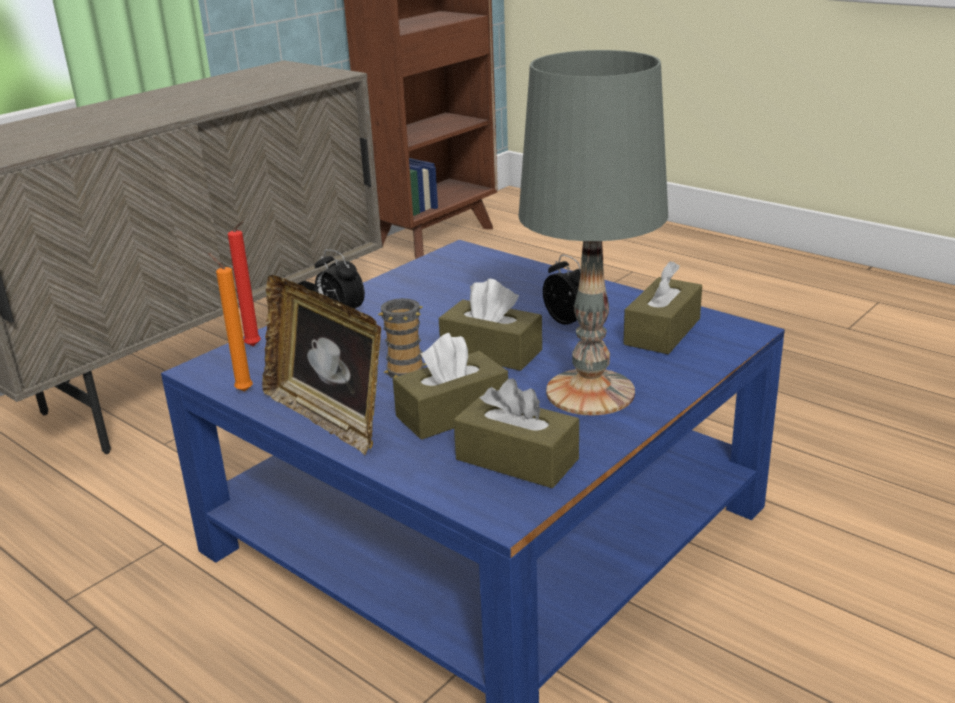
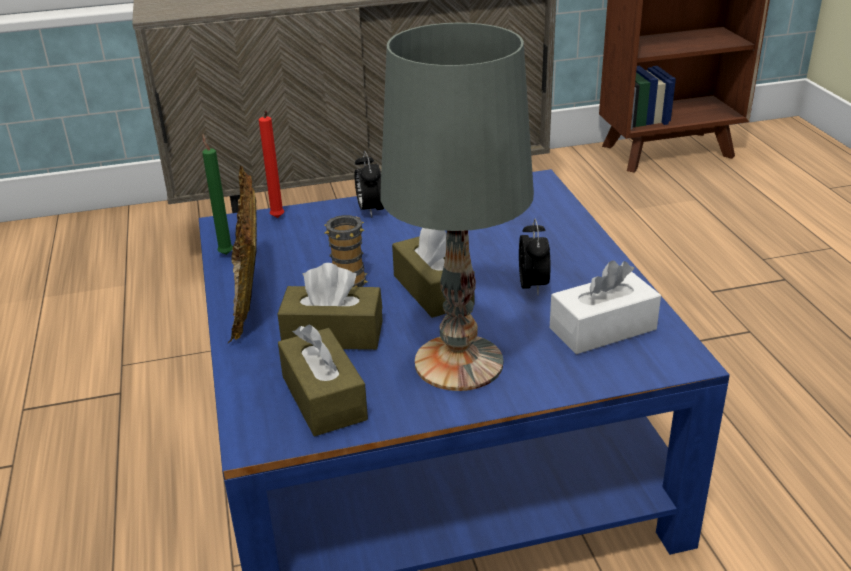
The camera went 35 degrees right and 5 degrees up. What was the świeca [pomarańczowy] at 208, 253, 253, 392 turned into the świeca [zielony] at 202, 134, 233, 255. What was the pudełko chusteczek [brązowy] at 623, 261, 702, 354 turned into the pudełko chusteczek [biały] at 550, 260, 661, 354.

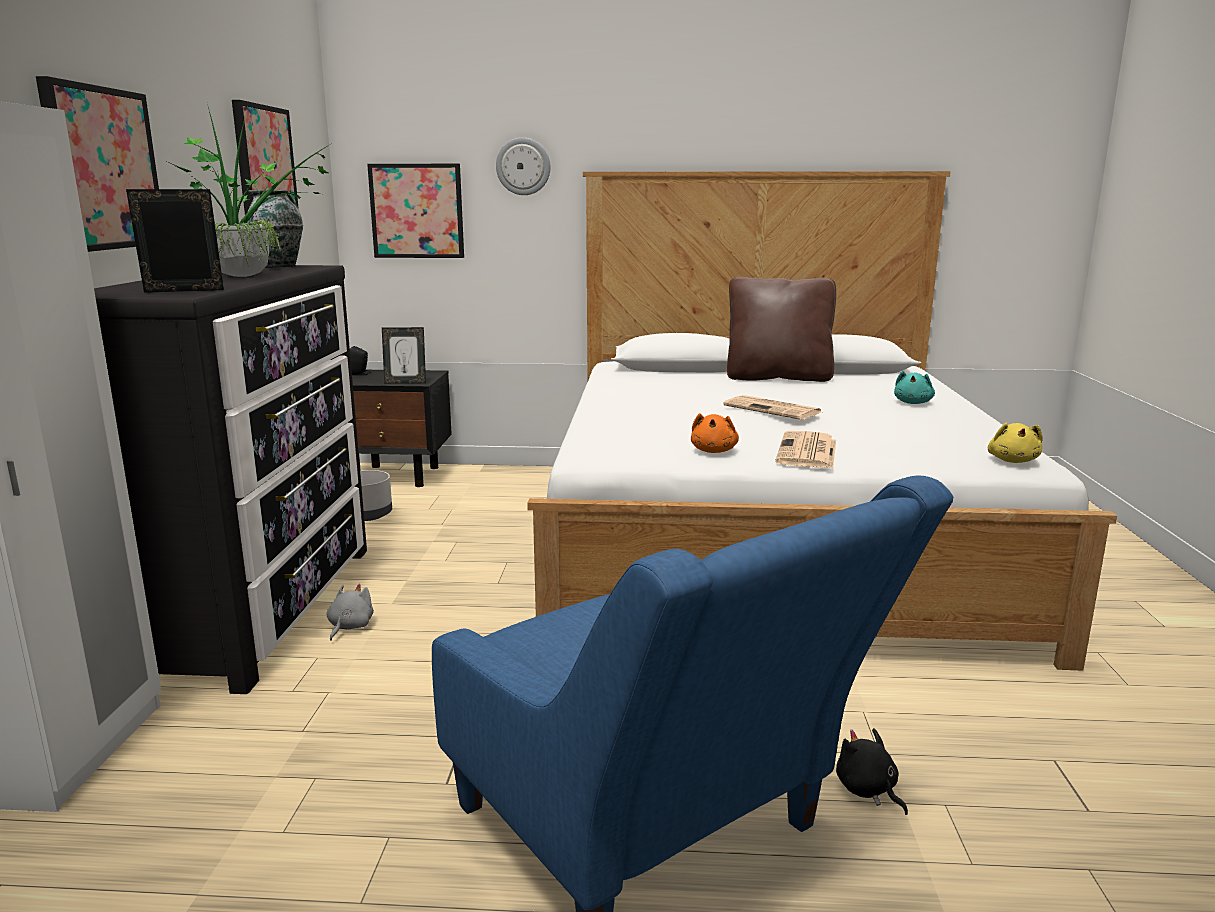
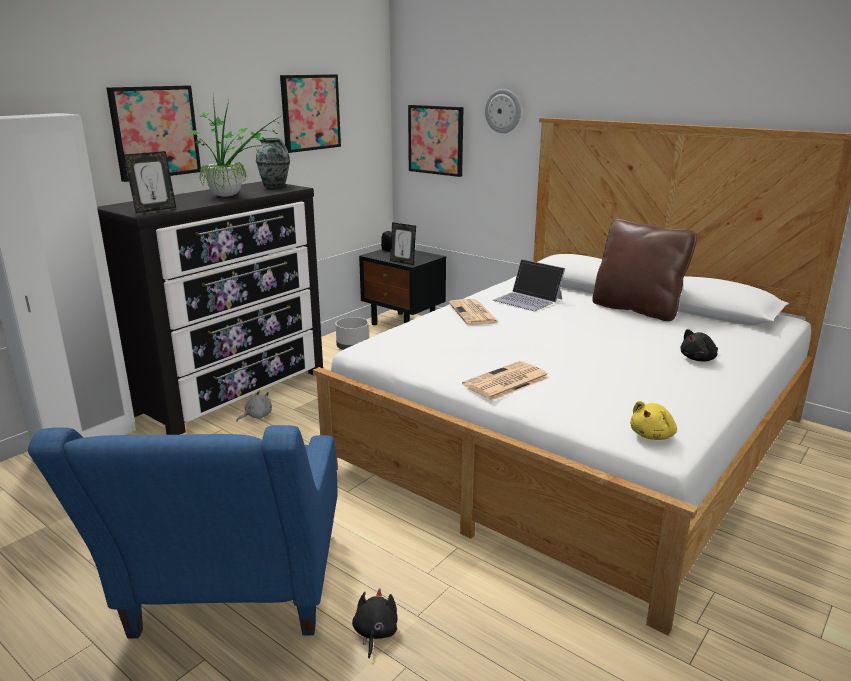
The camera went 35 degrees right and 5 degrees up. The ramka na zdjęcie at 126, 189, 224, 293 ended up facing another way, 120 degrees clockwise from before. The second view lost the pluszak [pomarańczowy] at 691, 413, 739, 453. The gazeta ended up elsewhere, having gone from 723, 395, 821, 420 to 449, 299, 498, 325. What was the pluszak [turkusowy] at 894, 371, 935, 404 turned into the pluszak [czarny] at 681, 329, 718, 361. The second view gained the laptop at 493, 259, 565, 311.

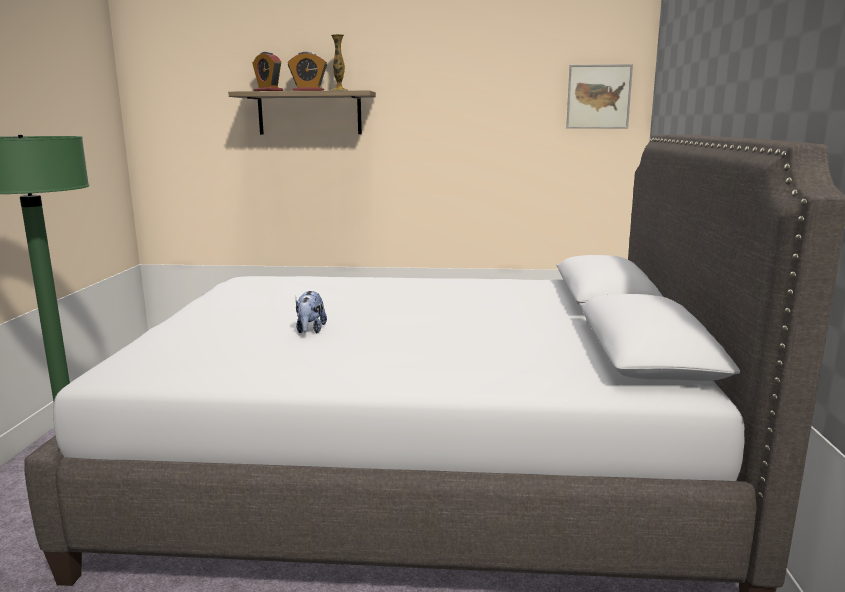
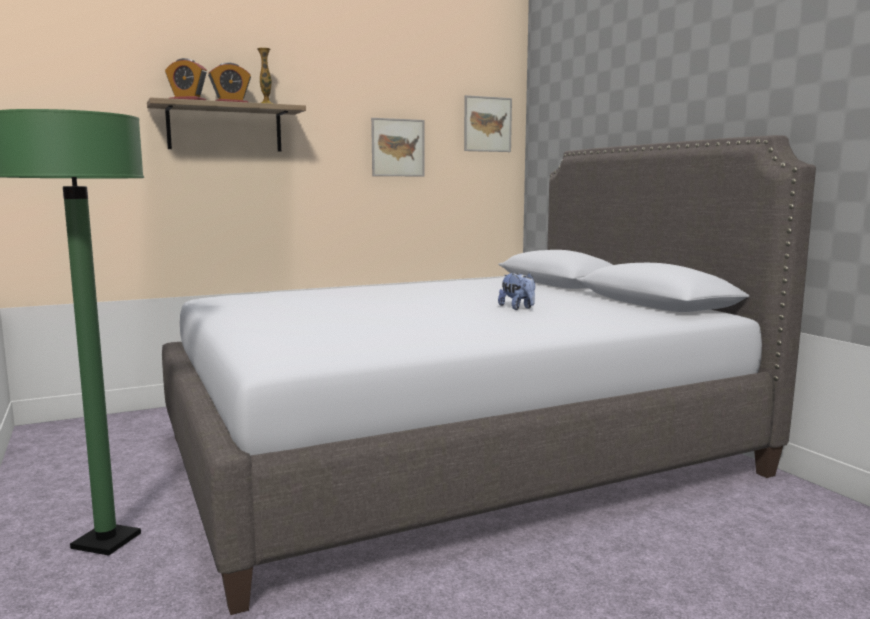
The camera went 30 degrees left and 5 degrees down. The pluszak ended up elsewhere, having gone from 296, 291, 327, 333 to 498, 272, 535, 310. The second view gained the obraz at 371, 118, 425, 176.

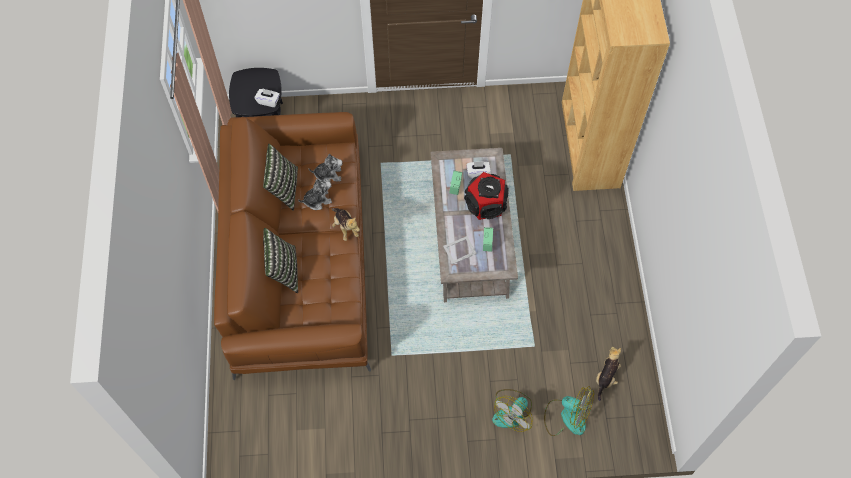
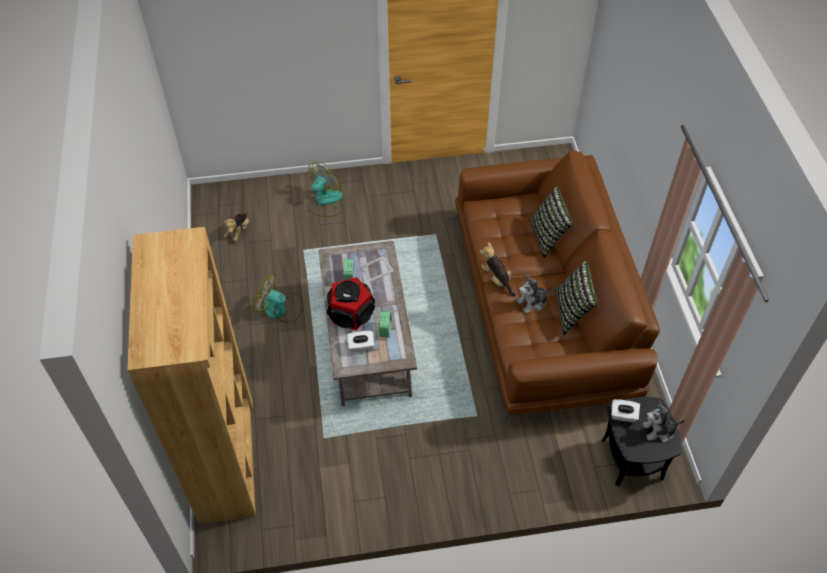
The camera went 175 degrees right and 10 degrees down. The pluszak ended up elsewhere, having gone from 309, 154, 342, 182 to 642, 400, 685, 442. The wentylator ended up elsewhere, having gone from 544, 386, 594, 436 to 254, 274, 303, 322.

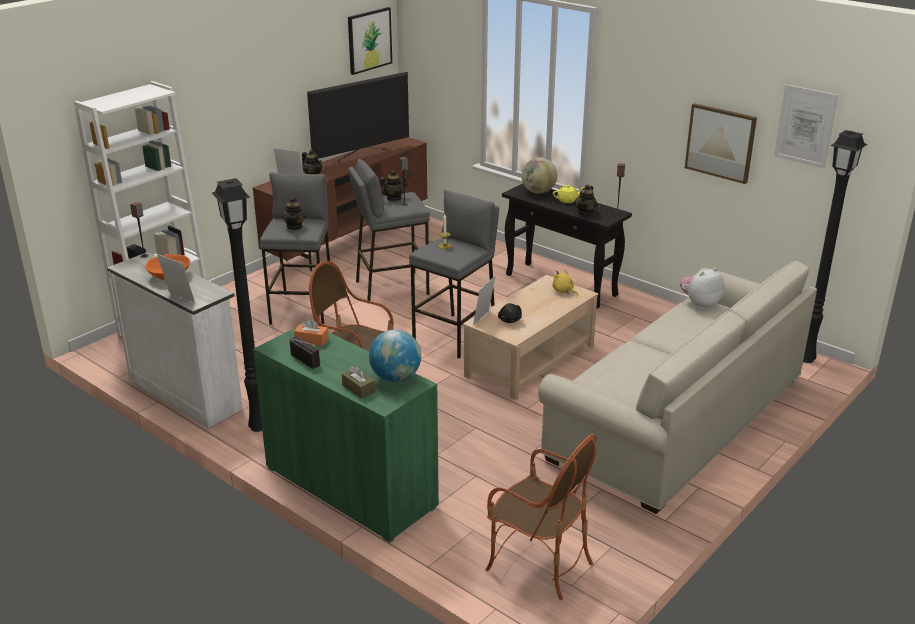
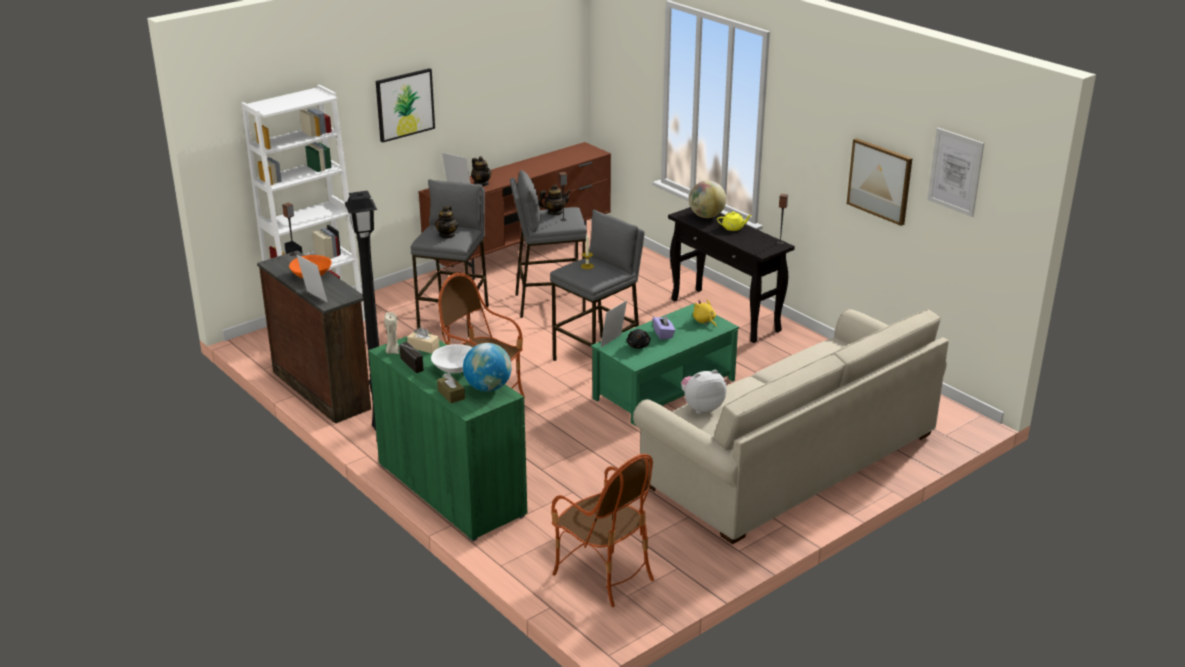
The camera went 10 degrees right and 0 degrees up. What was the komoda [biały] at 107, 252, 243, 428 turned into the komoda [brązowy] at 257, 250, 371, 424. What was the pudełko chusteczek [pomarańczowy] at 294, 318, 329, 346 turned into the pudełko chusteczek [beżowy] at 407, 326, 440, 353. The second view lost the telewizor at 307, 72, 409, 164. The obraz ended up elsewhere, having gone from 348, 7, 392, 75 to 376, 68, 435, 143. What was the ława [beżowy] at 463, 275, 598, 400 turned into the ława [zielony] at 591, 303, 739, 426. The second view lost the imbryk at 575, 184, 597, 216. The pluszak ended up elsewhere, having gone from 680, 268, 724, 309 to 681, 370, 727, 414. The second view lost the lampa stojąca [czarny] at 803, 130, 867, 363. The second view gained the świeca [beżowy] at 384, 312, 400, 354. The second view gained the miska [biały] at 431, 344, 472, 373. The second view gained the pudełko chusteczek [fioletowy] at 652, 314, 675, 340.

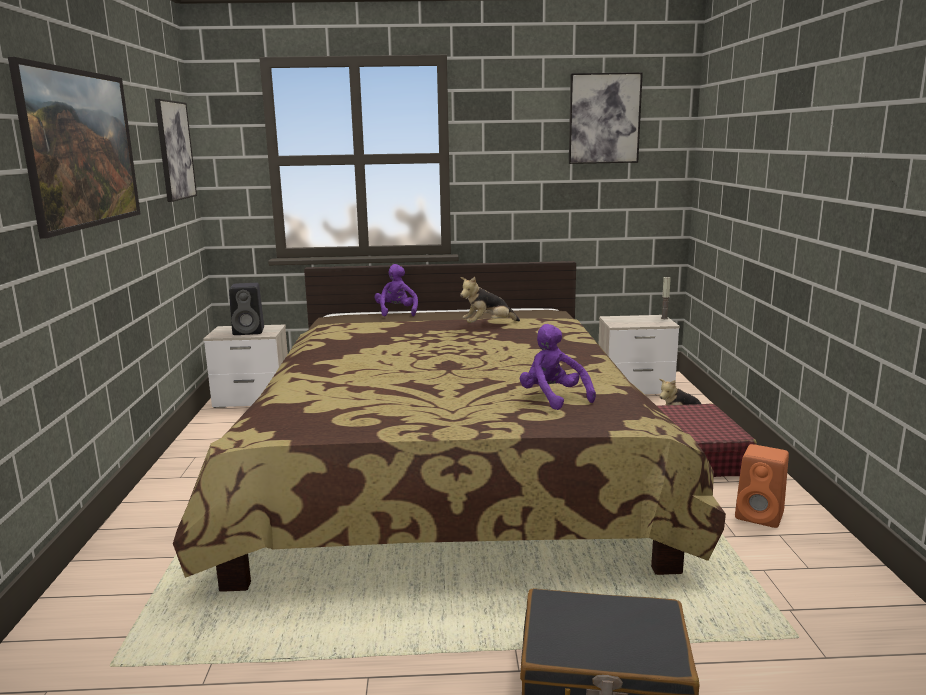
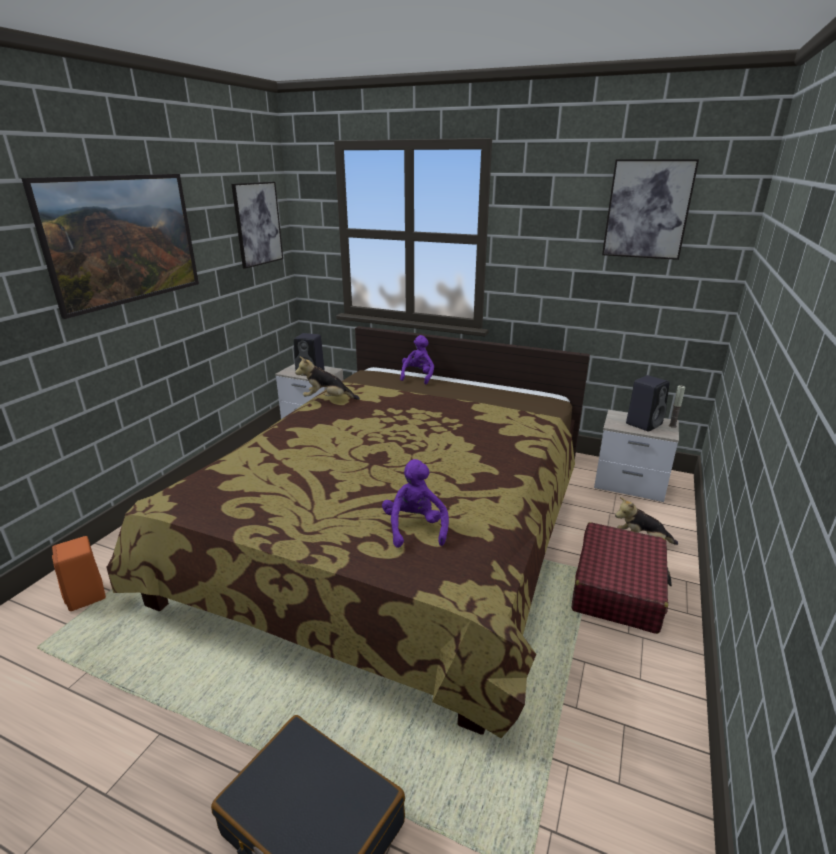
The camera went 25 degrees right and 10 degrees up. The pluszak ended up elsewhere, having gone from 460, 277, 520, 323 to 295, 356, 360, 400. The głośnik [pomarańczowy] ended up elsewhere, having gone from 735, 444, 789, 528 to 52, 536, 106, 611. The second view gained the głośnik [czarny] at 626, 375, 670, 432.

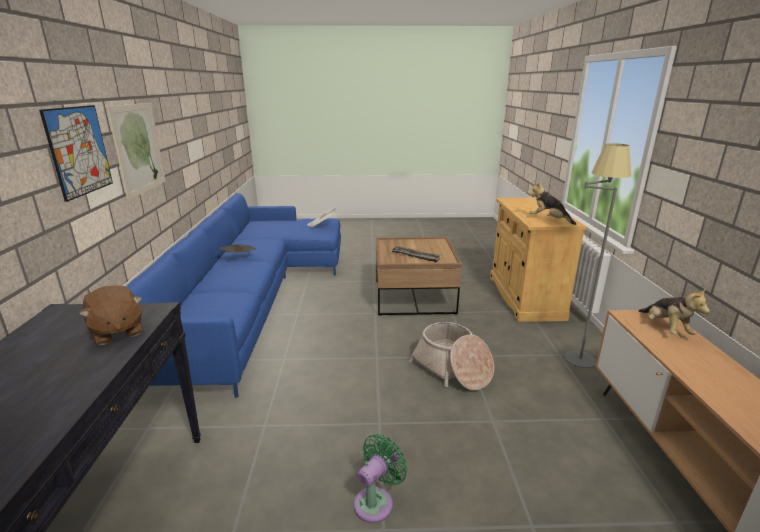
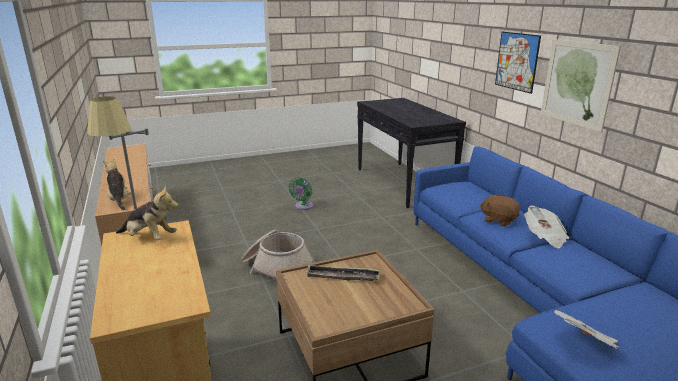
The camera went 160 degrees right and 0 degrees up. The pluszak [brązowy] ended up elsewhere, having gone from 79, 285, 143, 345 to 480, 194, 520, 227.

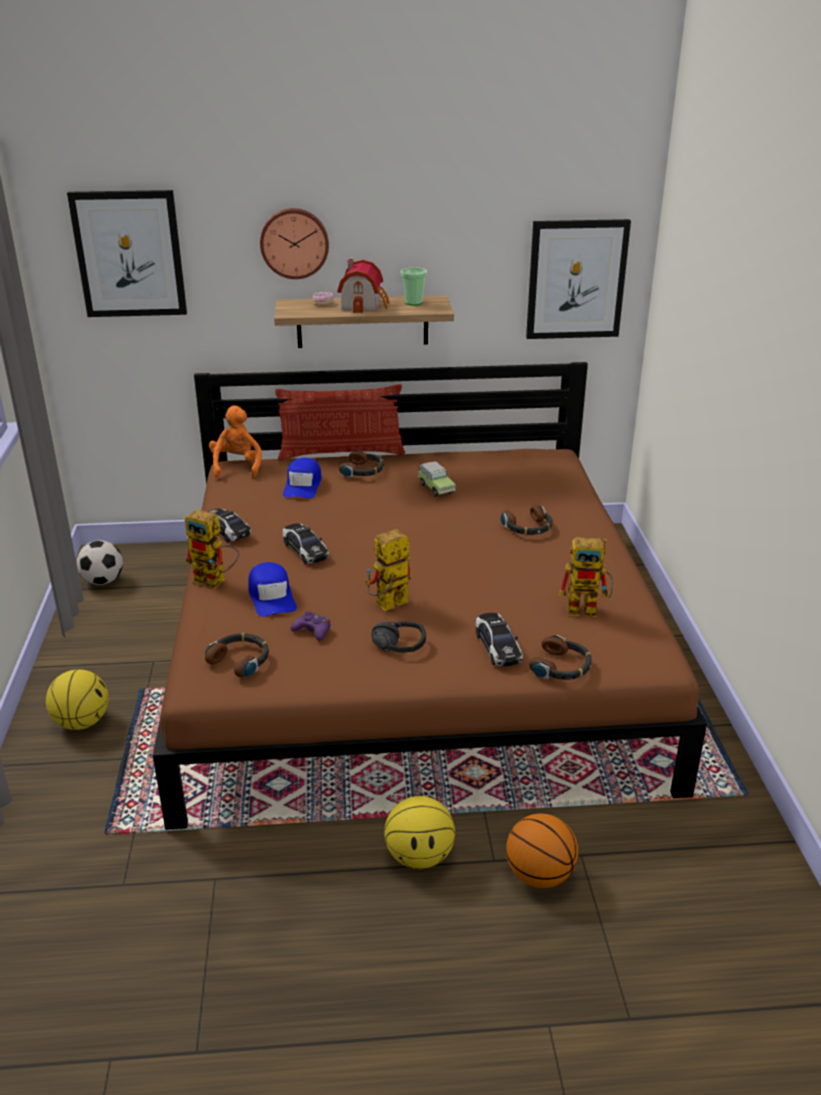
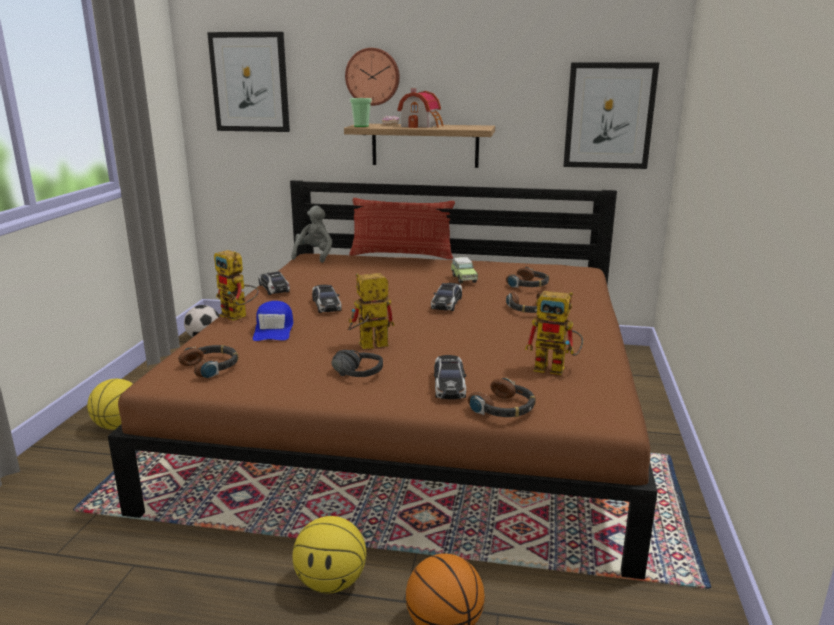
The camera went 15 degrees right and 10 degrees down. What was the pluszak [pomarańczowy] at 209, 405, 262, 478 turned into the pluszak [szary] at 291, 206, 333, 263. The second view lost the czapka z daszkiem [niebieski] at 283, 458, 322, 498. The second view lost the pad do gier [fioletowy] at 291, 610, 330, 641. The słuchawki ended up elsewhere, having gone from 339, 450, 384, 477 to 506, 267, 549, 288. The filiżanka ended up elsewhere, having gone from 401, 268, 427, 305 to 350, 98, 372, 127. The second view gained the samochodzik at 431, 283, 462, 311.

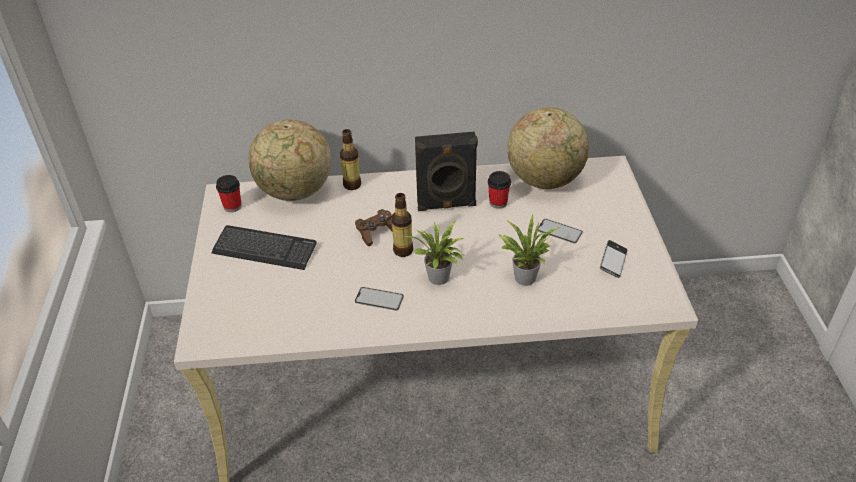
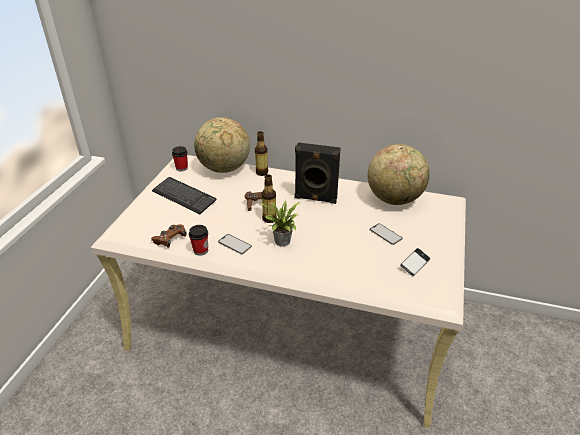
The camera went 20 degrees right and 5 degrees down. The filiżanka ended up elsewhere, having gone from 488, 171, 511, 209 to 189, 225, 208, 256. The second view lost the roślina doniczkowa at 498, 214, 561, 286. The second view gained the pad do gier [brązowy] at 151, 224, 187, 248.

